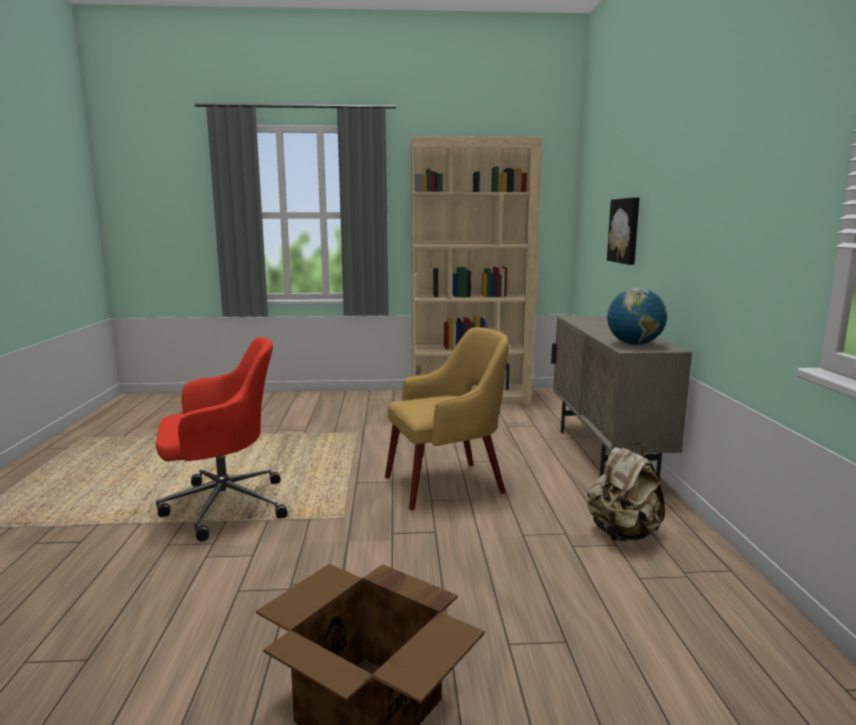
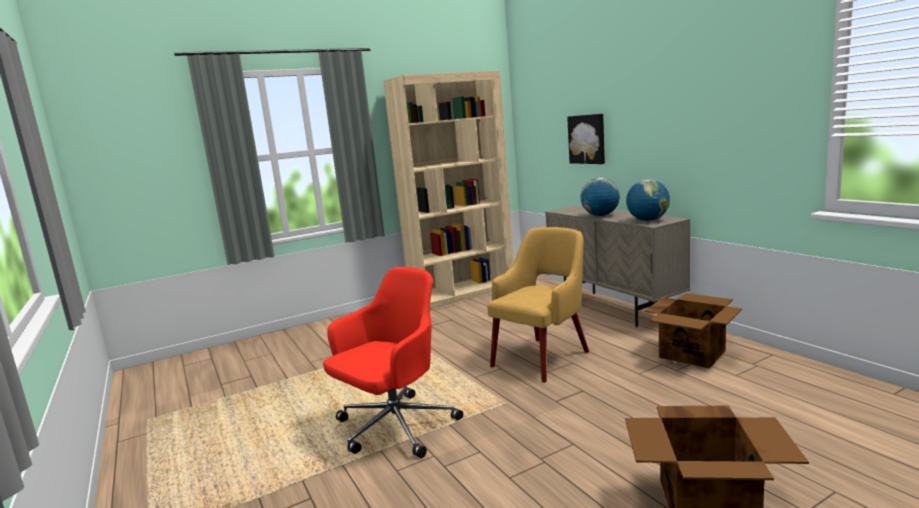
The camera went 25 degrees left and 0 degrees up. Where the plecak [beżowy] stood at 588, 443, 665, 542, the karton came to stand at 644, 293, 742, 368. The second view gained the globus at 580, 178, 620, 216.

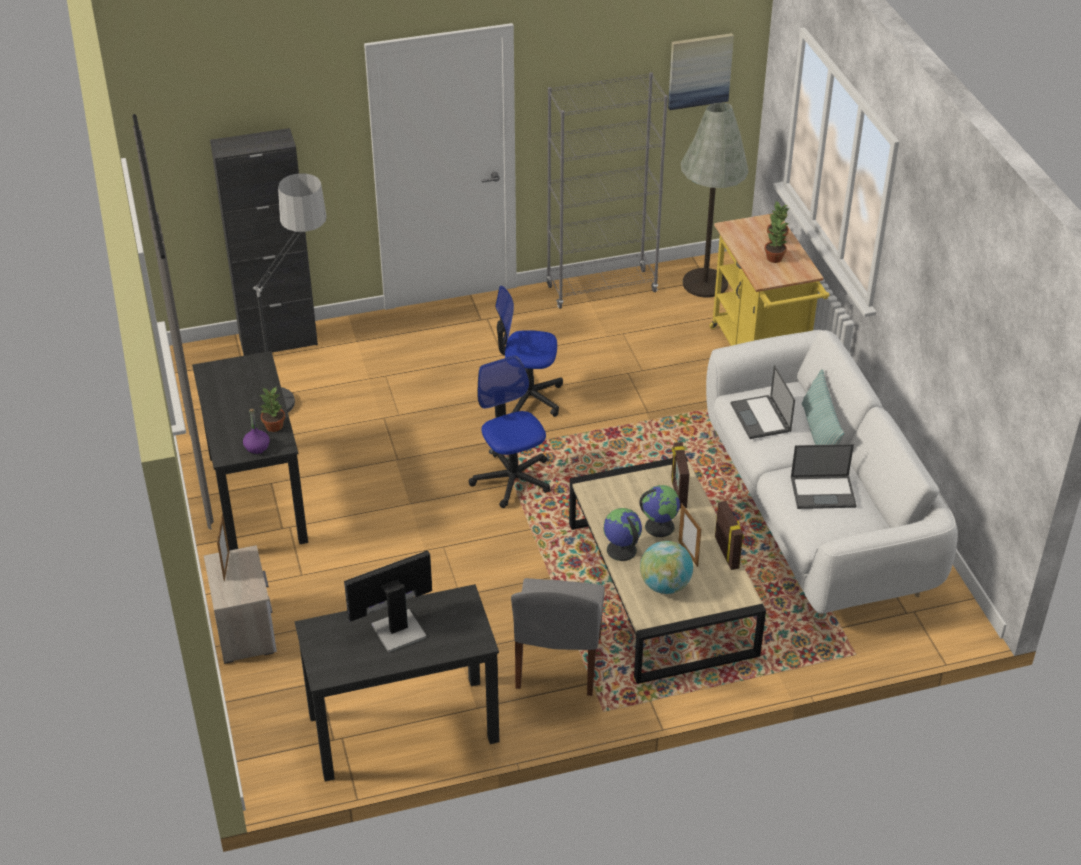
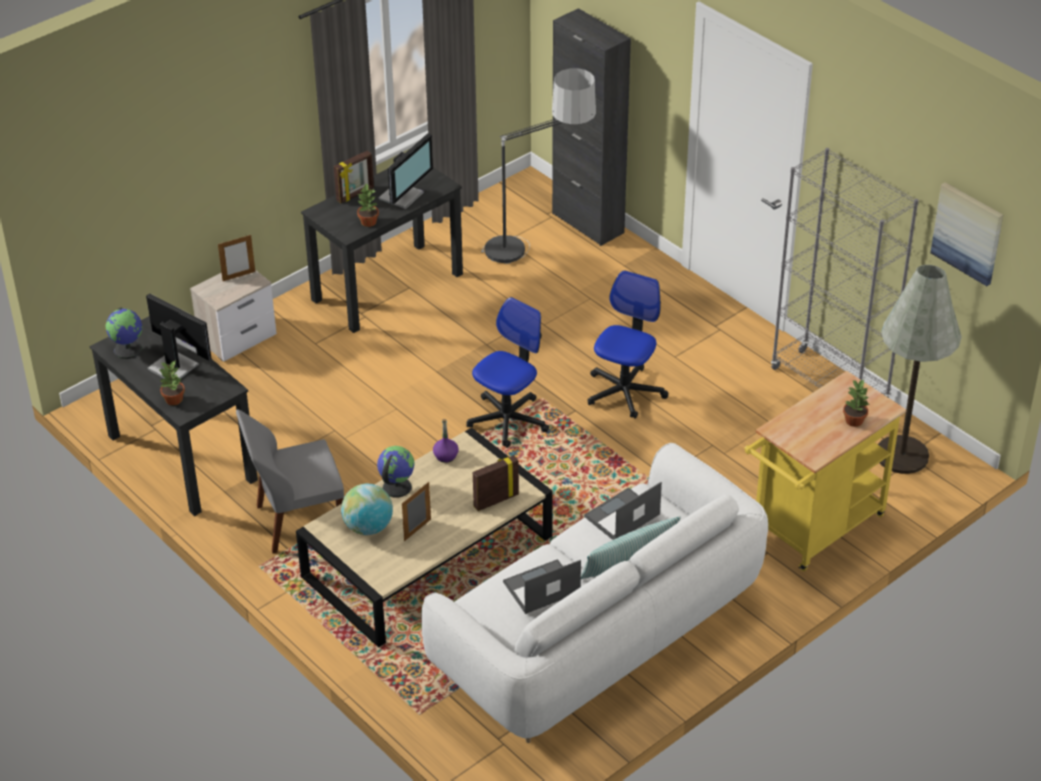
The camera went 65 degrees right and 0 degrees up. The butelka [fioletowy] ended up elsewhere, having gone from 243, 409, 270, 454 to 433, 419, 459, 463. The krzesło biurowe at 495, 286, 563, 417 ended up facing another way, 45 degrees clockwise from before. The globus ended up elsewhere, having gone from 639, 485, 680, 537 to 106, 308, 143, 359. The ramka na zdjęcie ended up elsewhere, having gone from 715, 501, 744, 570 to 334, 151, 374, 203. The roślina doniczkowa ended up elsewhere, having gone from 765, 218, 788, 263 to 158, 361, 185, 405. The laptop at 791, 444, 857, 509 ended up facing another way, 90 degrees clockwise from before. The second view gained the monitor at 379, 133, 433, 209.

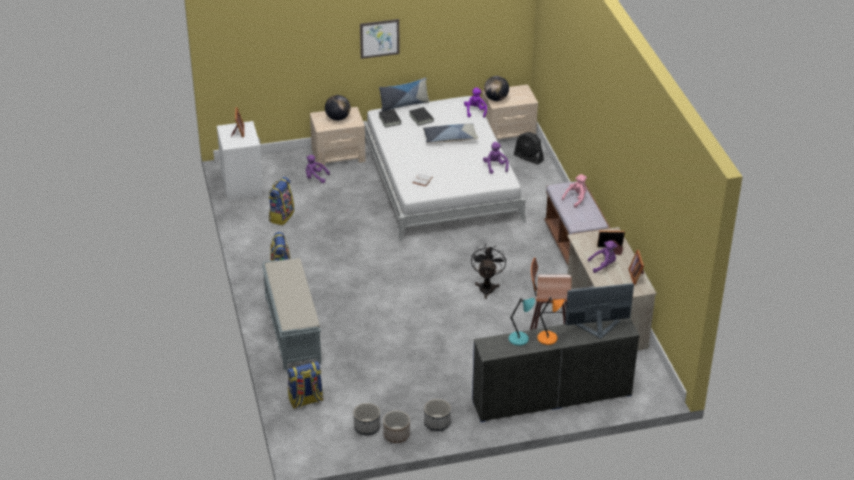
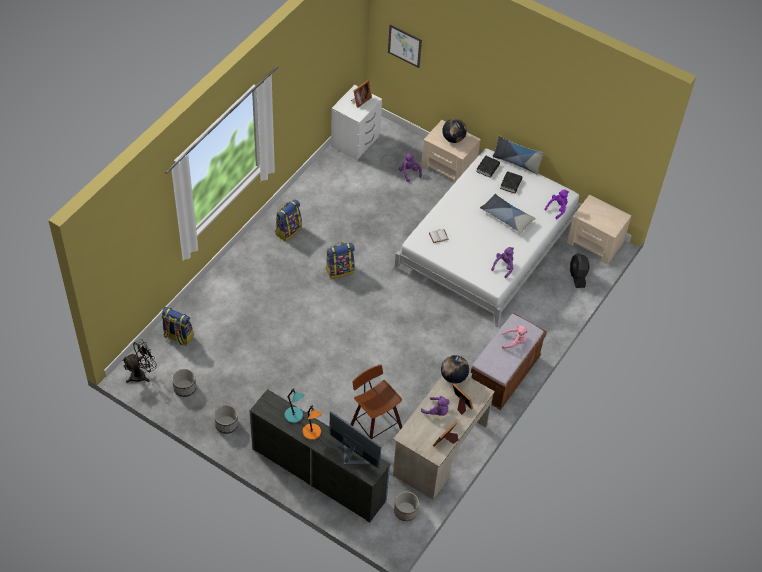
The camera went 45 degrees right and 15 degrees up. The second view lost the ławka [szary] at 262, 258, 321, 370. The plecak ended up elsewhere, having gone from 269, 177, 294, 225 to 326, 242, 355, 279. The obraz ended up elsewhere, having gone from 360, 19, 400, 59 to 388, 24, 422, 68. The donica ended up elsewhere, having gone from 383, 411, 410, 443 to 394, 492, 419, 521. The wentylator [czarny] ended up elsewhere, having gone from 471, 245, 506, 299 to 122, 339, 157, 383. The globus ended up elsewhere, having gone from 484, 76, 509, 101 to 441, 355, 469, 384.

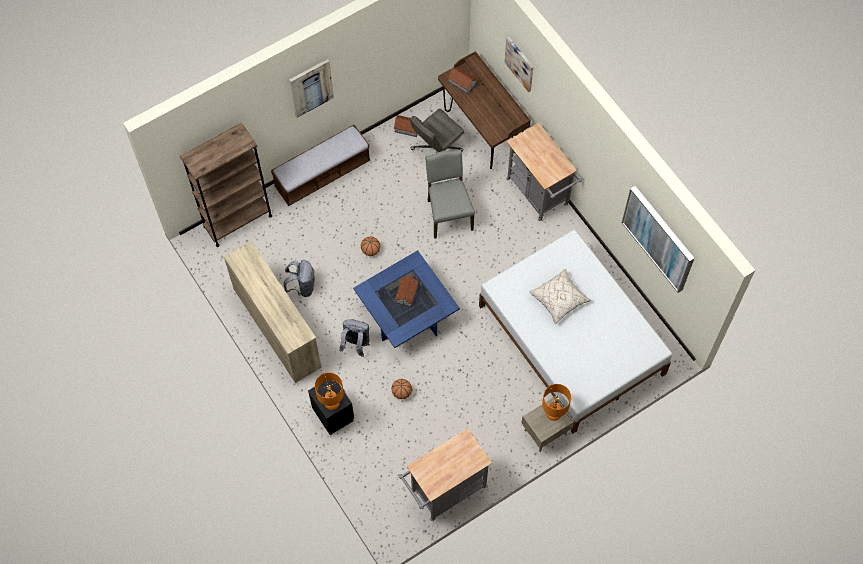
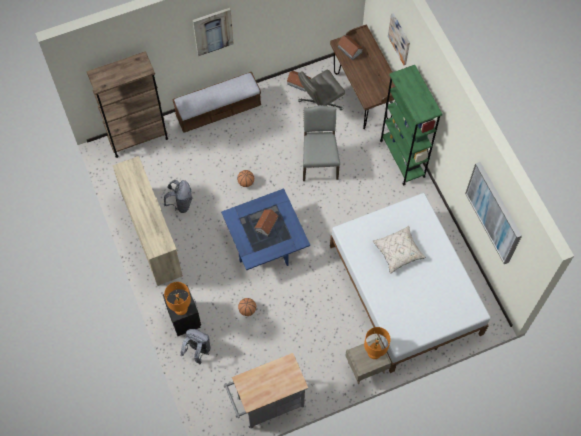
The camera went 10 degrees right and 0 degrees up. The plecak [szary] ended up elsewhere, having gone from 339, 319, 370, 357 to 180, 329, 211, 365. Where the wózek [szary] stood at 506, 123, 582, 221, the regał [zielony] came to stand at 380, 65, 443, 185.

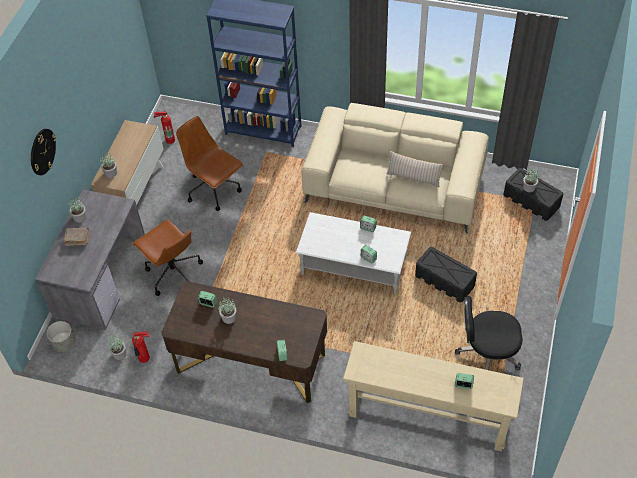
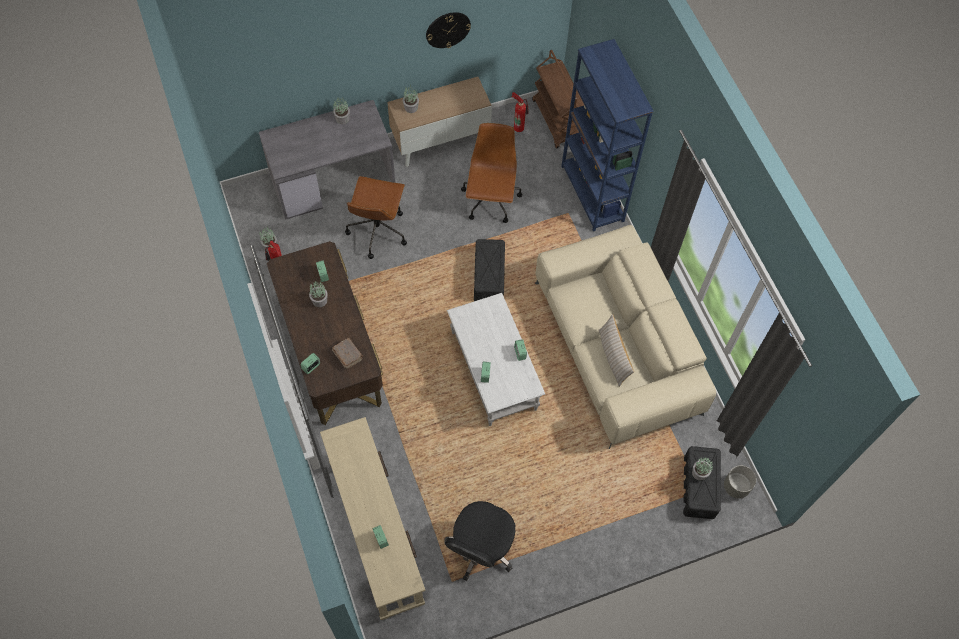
The camera went 50 degrees right and 10 degrees up. The zegar ścienny ended up elsewhere, having gone from 31, 129, 56, 175 to 426, 12, 471, 48. The donica [szary] ended up elsewhere, having gone from 47, 321, 76, 352 to 724, 465, 756, 499. The książka [brązowy] ended up elsewhere, having gone from 64, 227, 90, 246 to 332, 338, 363, 369. The pojemnik do przechowywania [czarny] ended up elsewhere, having gone from 415, 247, 477, 302 to 474, 239, 505, 301. The krzesło biurowe [czarny] at 455, 296, 522, 370 ended up facing another way, 120 degrees counterclockwise from before. The second view gained the wózek [brązowy] at 532, 50, 584, 148.

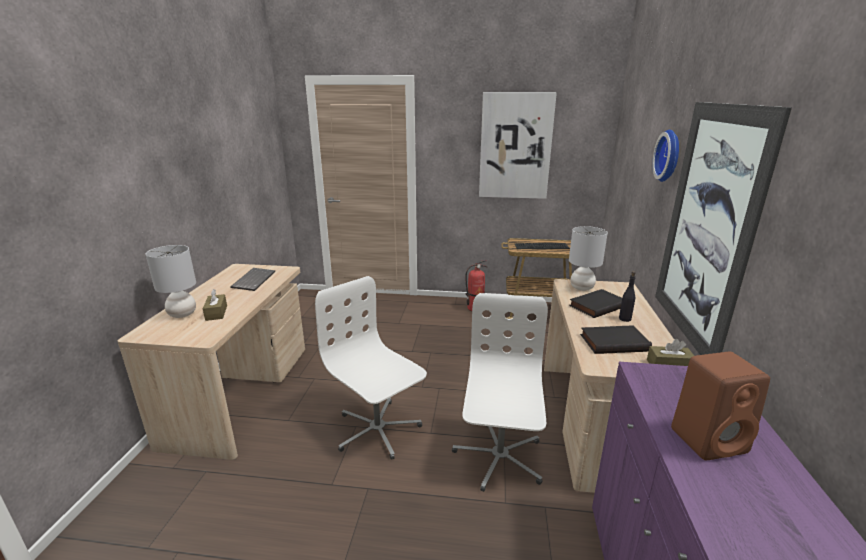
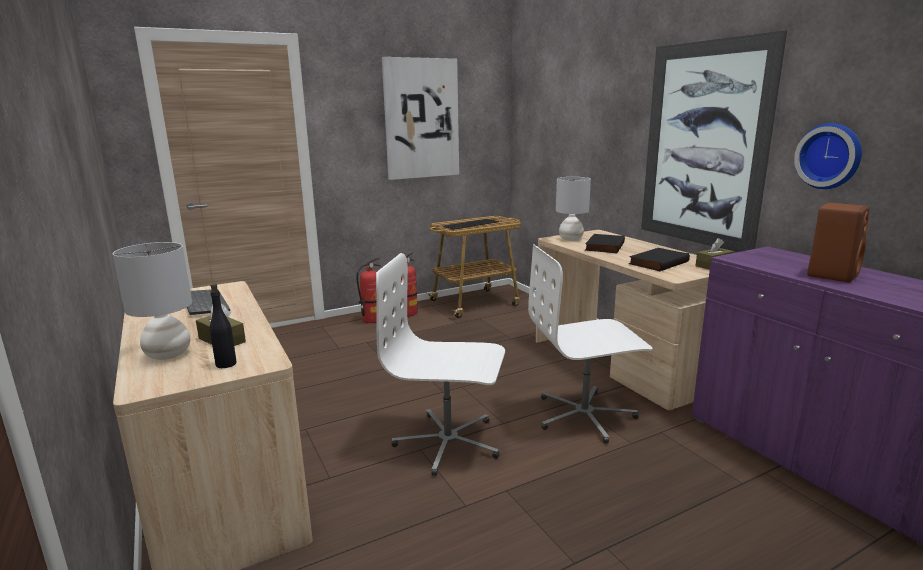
The camera went 35 degrees left and 5 degrees down. The krzesło biurowe [biały] at 452, 293, 548, 492 ended up facing another way, 75 degrees counterclockwise from before. The butelka [czarny] ended up elsewhere, having gone from 619, 271, 636, 322 to 210, 284, 237, 368. The zegar ścienny ended up elsewhere, having gone from 652, 130, 679, 182 to 794, 123, 862, 189. The second view gained the gaśnica at 356, 258, 381, 323.

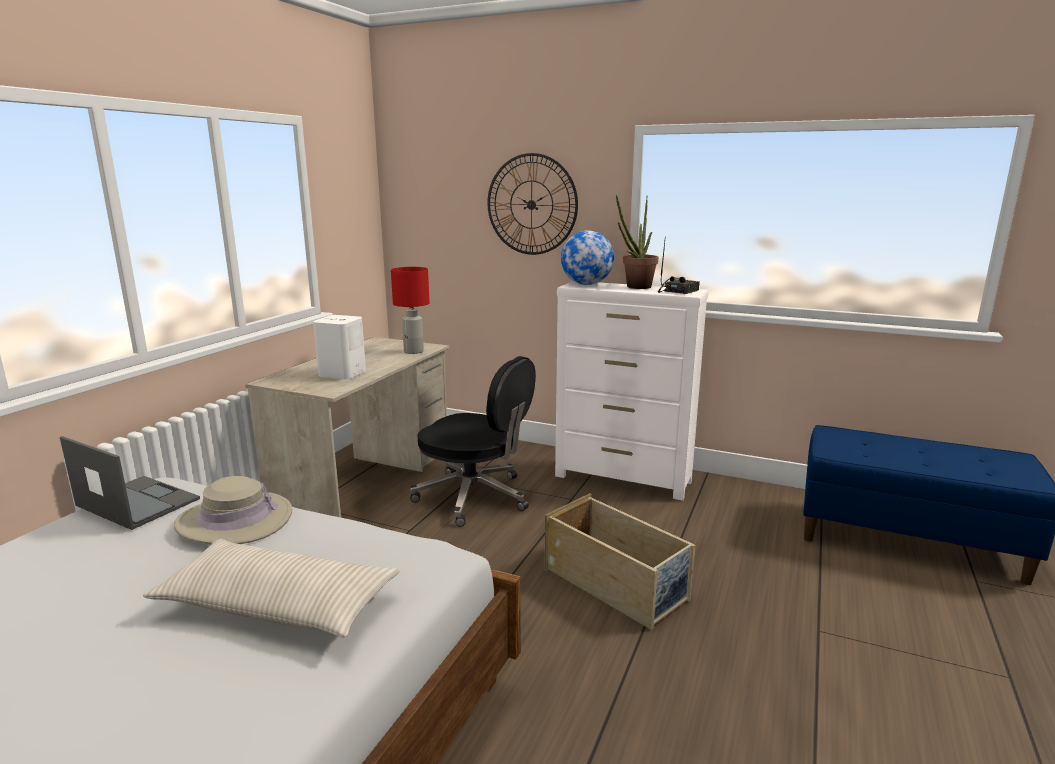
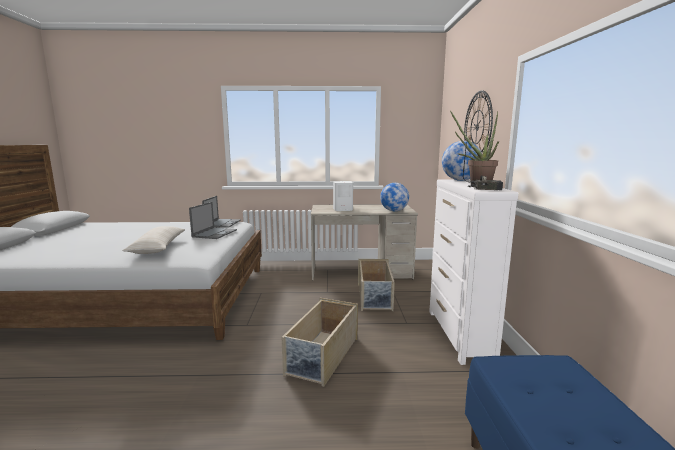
The camera went 65 degrees right and 5 degrees down. Where the kapelusz [beżowy] stood at 174, 476, 292, 544, the laptop came to stand at 189, 202, 237, 239. Where the lampa stołowa [czerwony] stood at 391, 267, 430, 354, the globus came to stand at 380, 183, 409, 211. Where the krzesło biurowe [czarny] stood at 410, 356, 536, 527, the pojemnik do przechowywania [beżowy] came to stand at 358, 259, 395, 311.

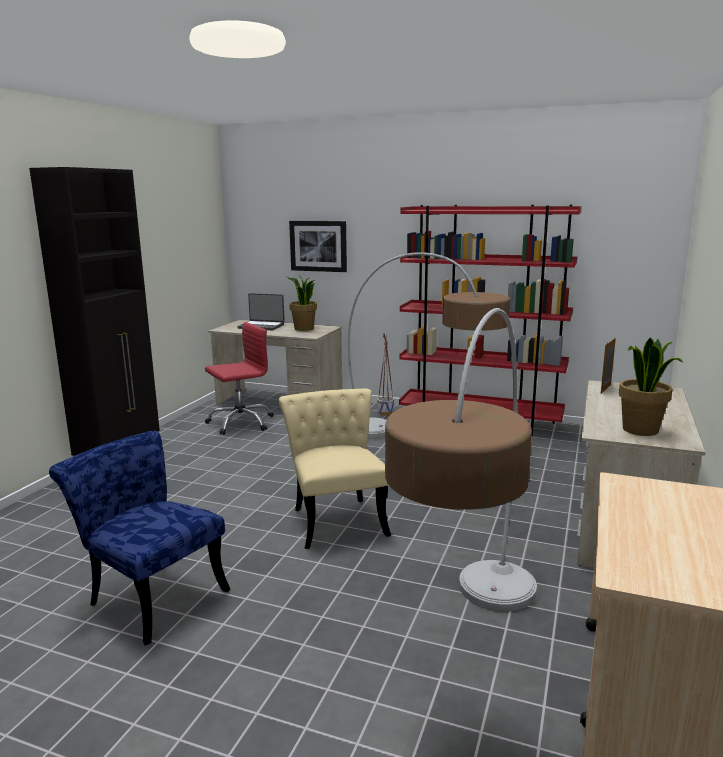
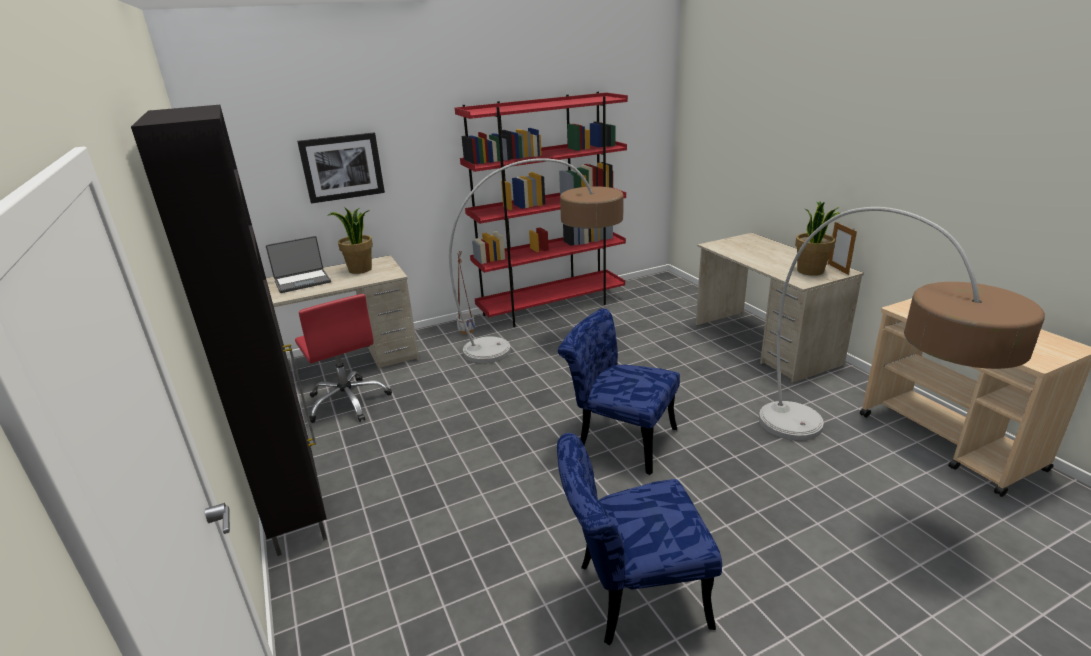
The camera went 45 degrees left and 10 degrees up. The krzesło biurowe [czerwony] at 205, 322, 274, 435 ended up facing another way, 135 degrees clockwise from before. What was the krzesło [beżowy] at 279, 389, 391, 549 turned into the krzesło [niebieski] at 558, 308, 680, 475. The ramka na zdjęcie ended up elsewhere, having gone from 600, 337, 616, 394 to 828, 222, 857, 275.

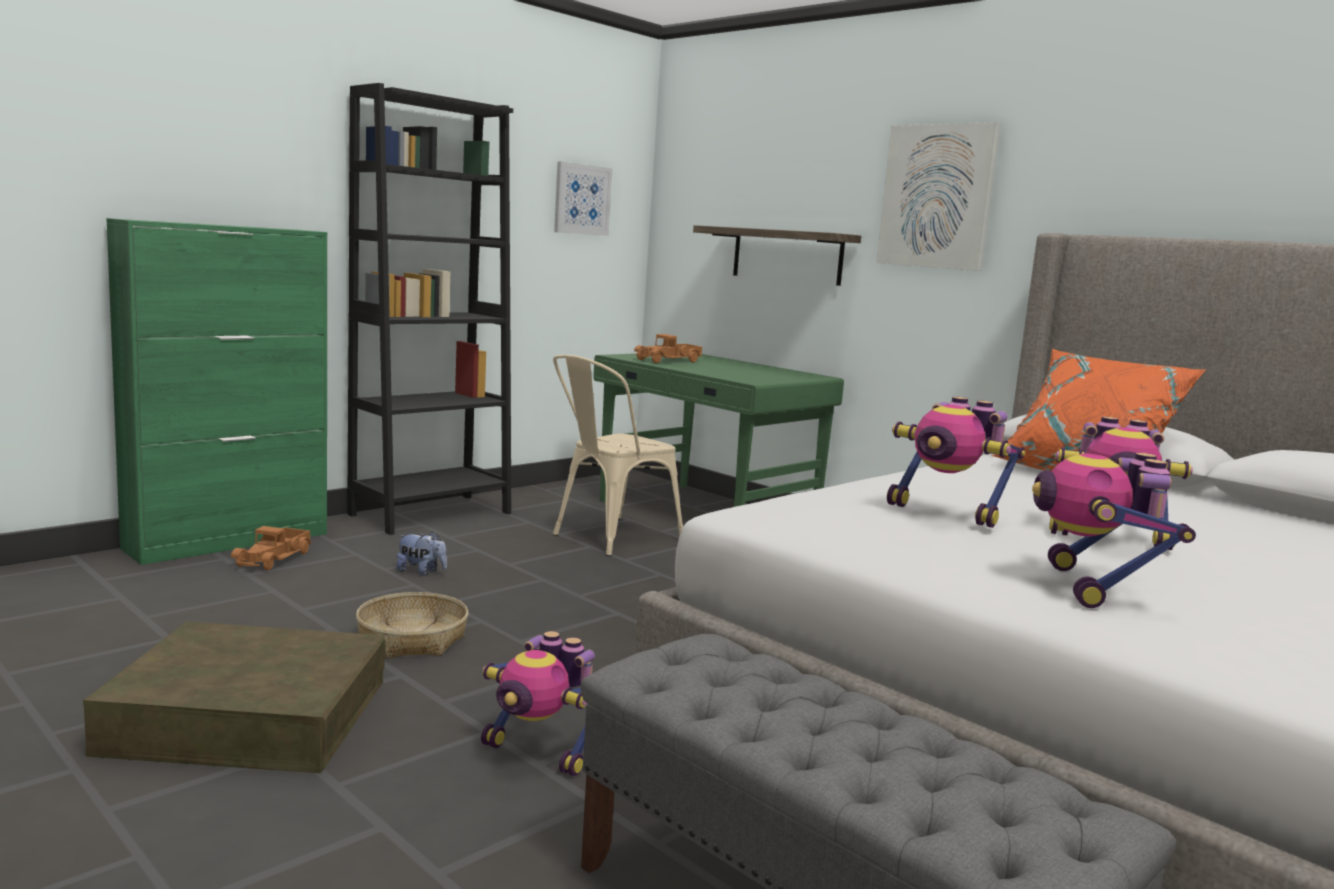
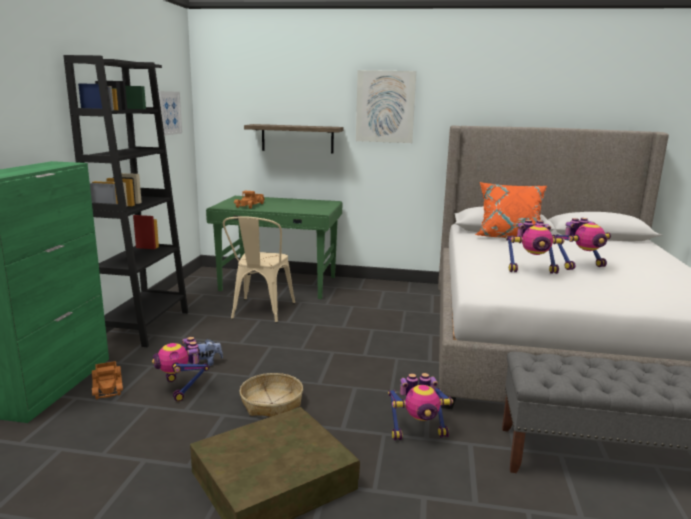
The camera went 35 degrees left and 5 degrees up. The robot zabawkowy ended up elsewhere, having gone from 1032, 453, 1196, 608 to 152, 337, 209, 402.

